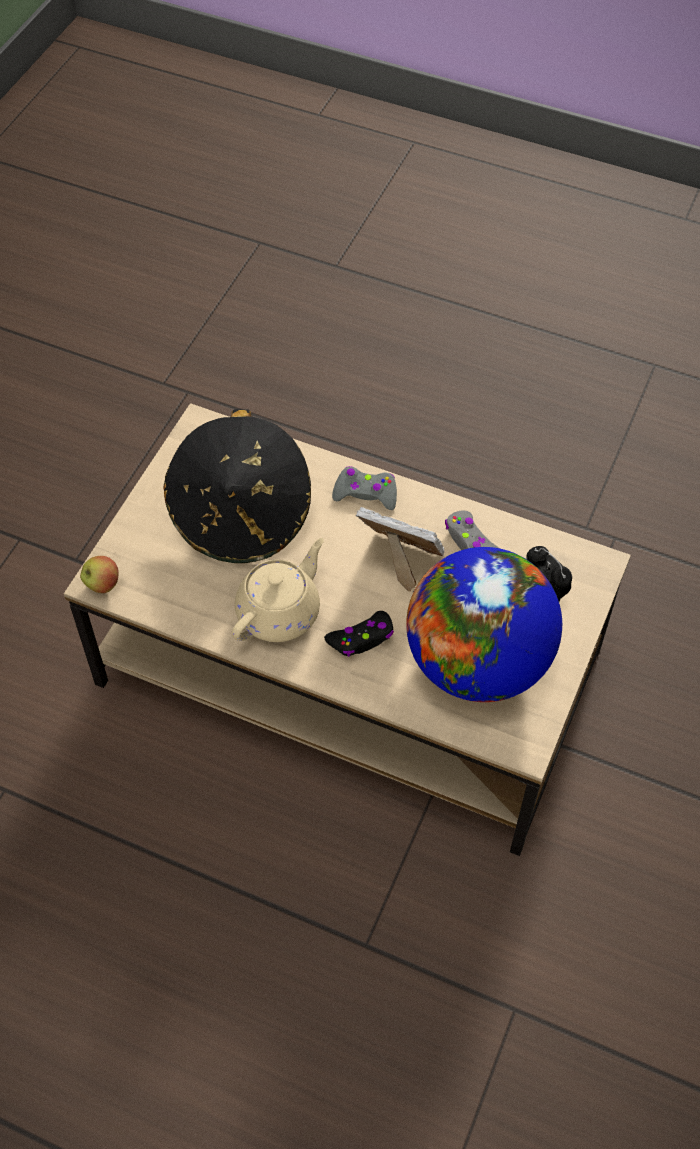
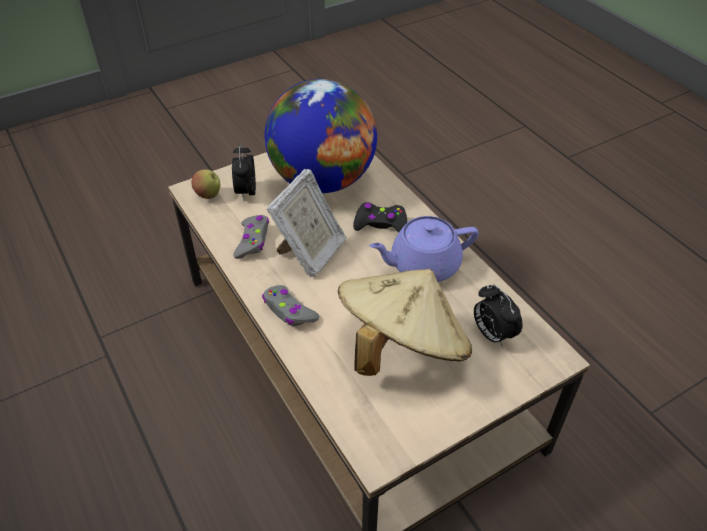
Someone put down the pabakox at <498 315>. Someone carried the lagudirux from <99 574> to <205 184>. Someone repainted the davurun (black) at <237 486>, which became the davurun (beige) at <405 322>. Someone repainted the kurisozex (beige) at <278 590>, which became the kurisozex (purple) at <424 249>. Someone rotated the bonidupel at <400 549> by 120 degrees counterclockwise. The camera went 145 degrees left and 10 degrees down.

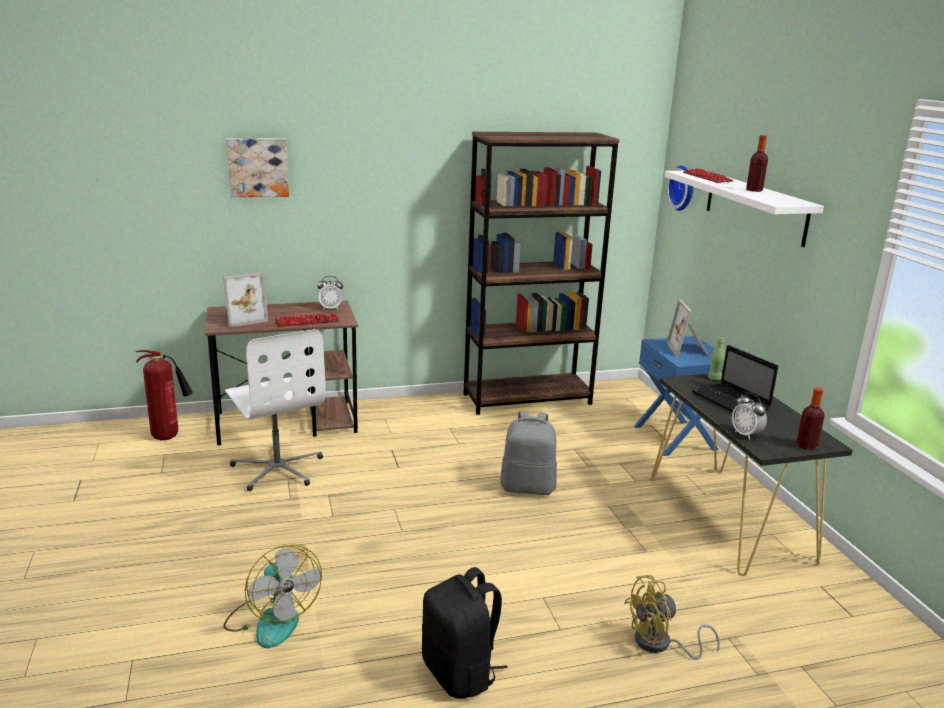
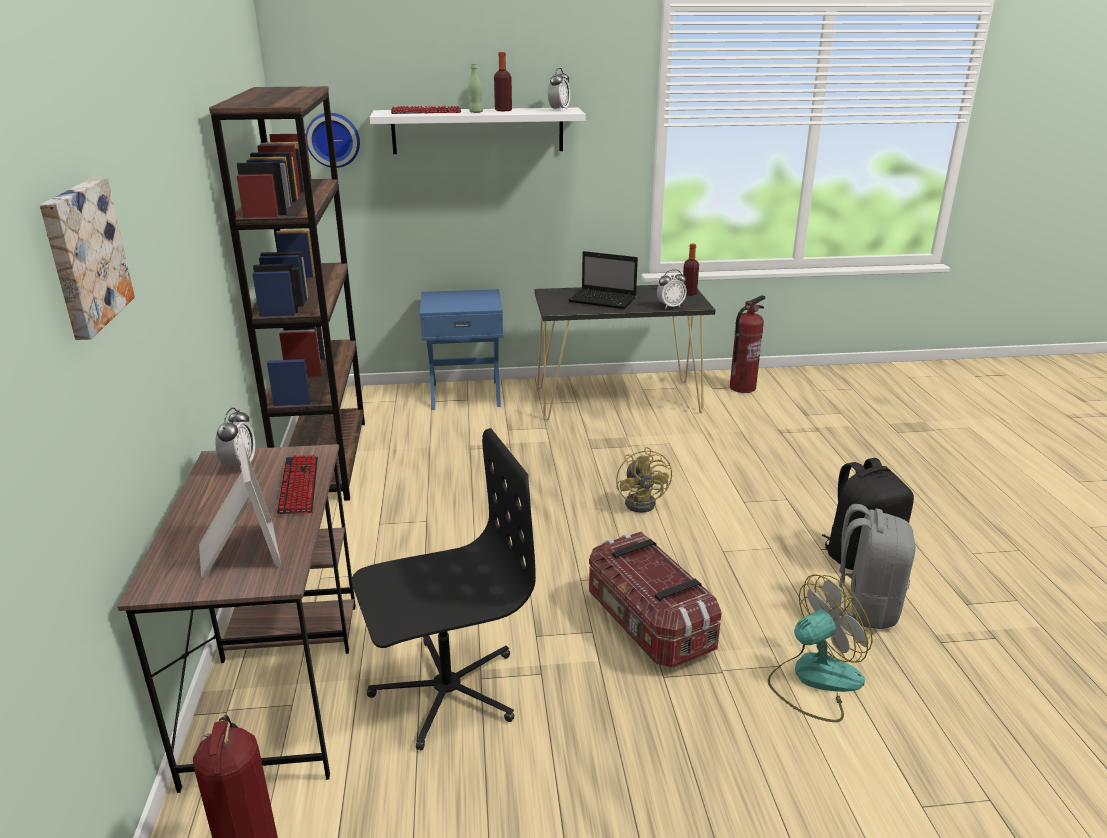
Someone took away the bonidupel at <687 327>. Someone put down the pabakox at <559 89>. Someone put down the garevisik at <655 599>. Someone put down the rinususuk at <747 344>. Someone carried the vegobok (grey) from <529 453> to <867 566>. Someone carried the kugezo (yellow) from <672 617> to <644 480>. Someone carried the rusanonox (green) from <716 358> to <475 88>. Someone repainted the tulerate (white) at <275 410>, which became the tulerate (black) at <444 589>. Someone rotated the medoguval at <735 378> by 45 degrees clockwise. The camera went 80 degrees left and 5 degrees up.

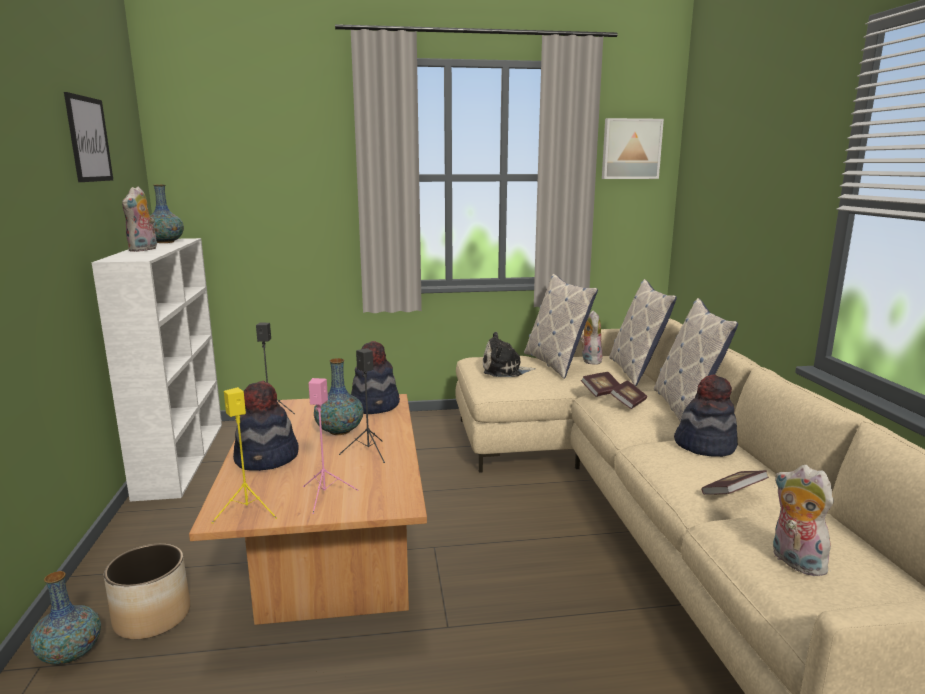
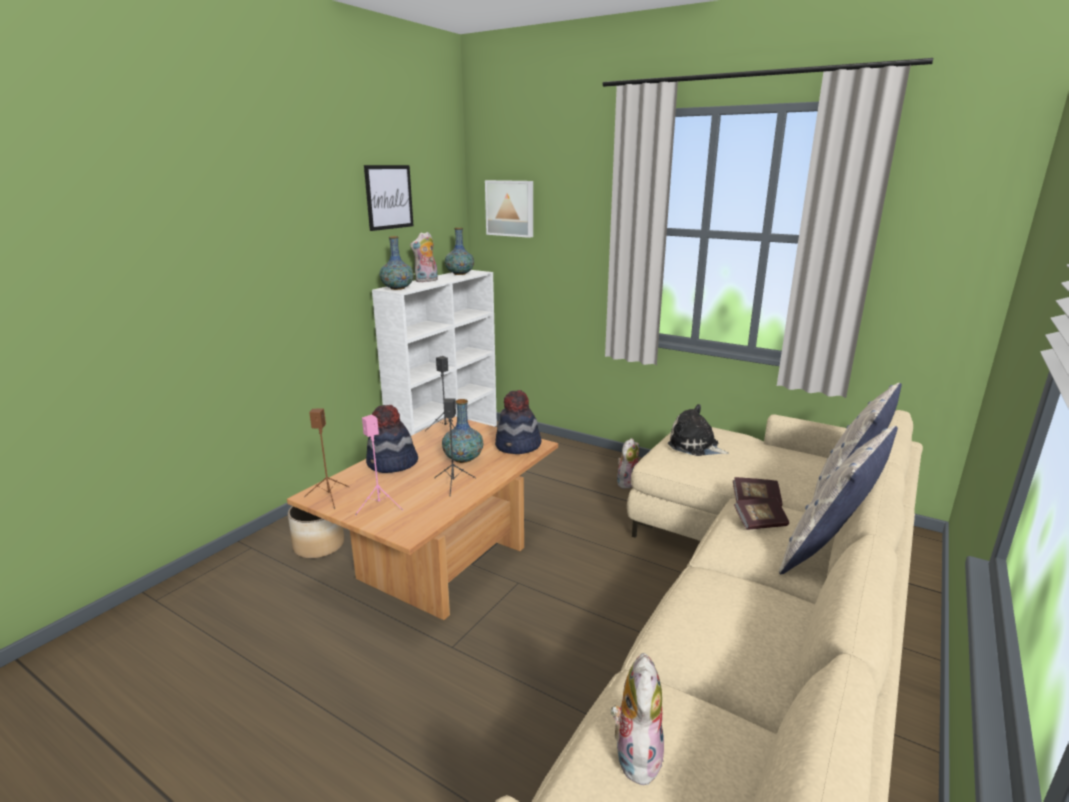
Someone took away the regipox at <561 326>. Someone took away the davurun at <706 416>. Someone took away the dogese at <735 482>. Someone carried the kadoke from <65 617> to <397 263>. Someone carried the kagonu from <591 338> to <628 463>. Someone carried the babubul from <633 148> to <509 209>. Someone repainted the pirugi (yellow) at <244 455>, which became the pirugi (brown) at <326 458>. The camera went 40 degrees right and 5 degrees up.

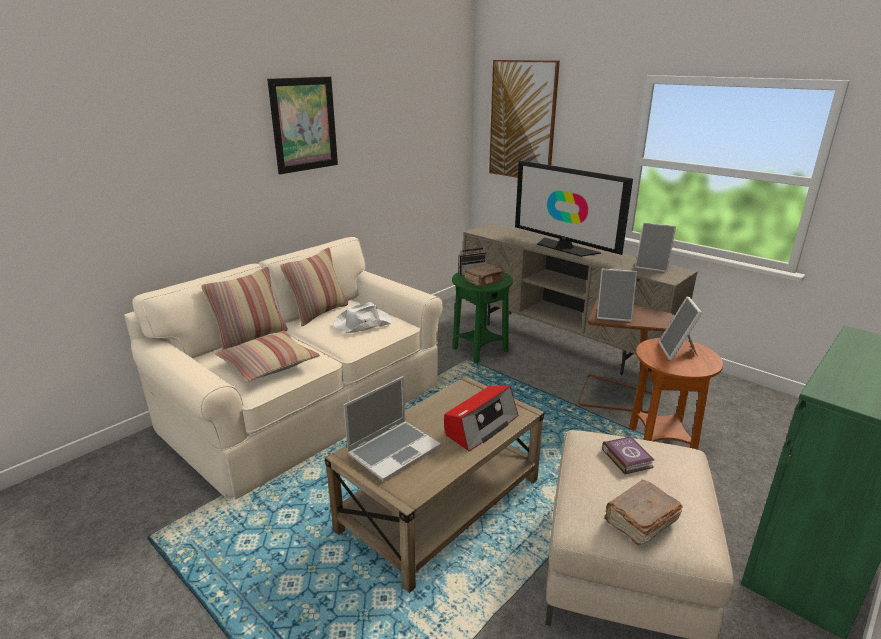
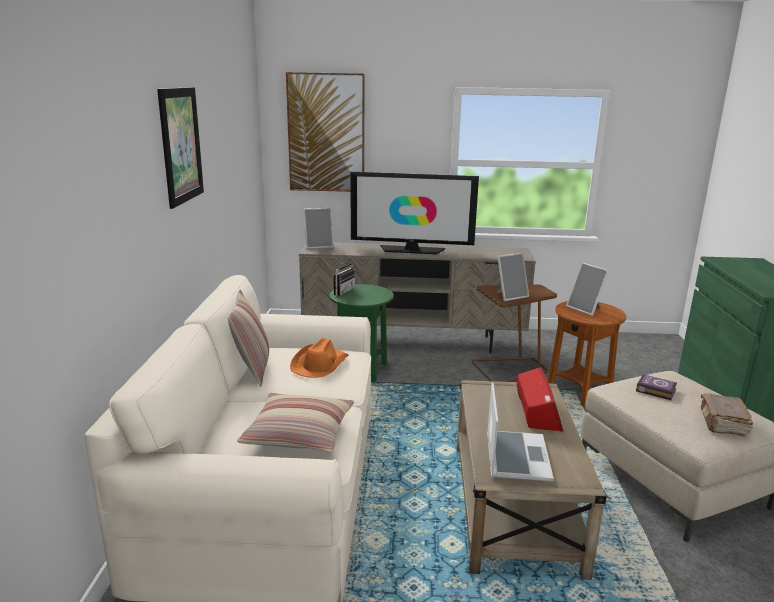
Someone took away the regipox at <244 308>. Someone took away the dogese (brown) at <483 274>. Someone carried the bonidupel from <655 247> to <318 228>. Someone repainted the davurun (white) at <363 317>, which became the davurun (orange) at <319 358>. The camera went 40 degrees left and 5 degrees down.

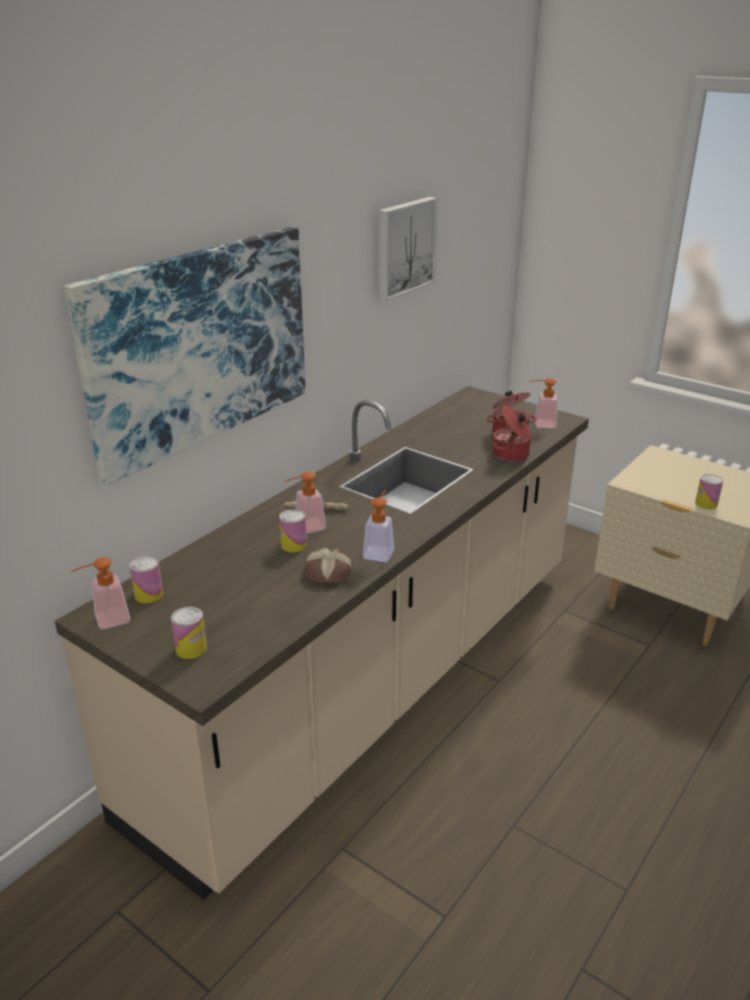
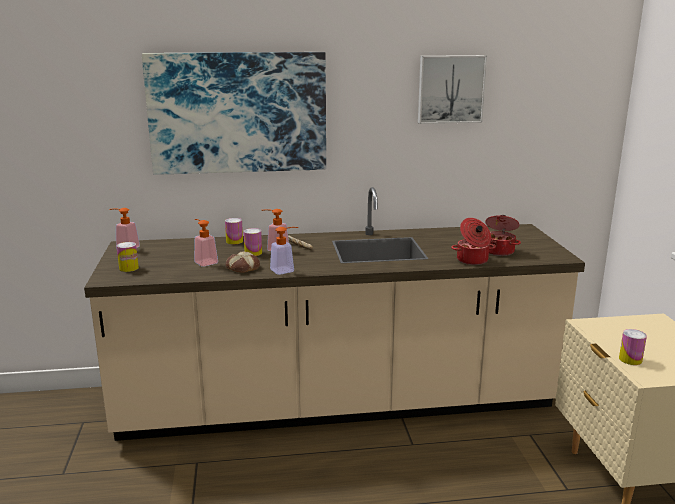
Someone carried the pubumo from <146 579> to <234 231>. Someone carried the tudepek from <544 403> to <206 243>. The camera went 45 degrees right and 10 degrees down.

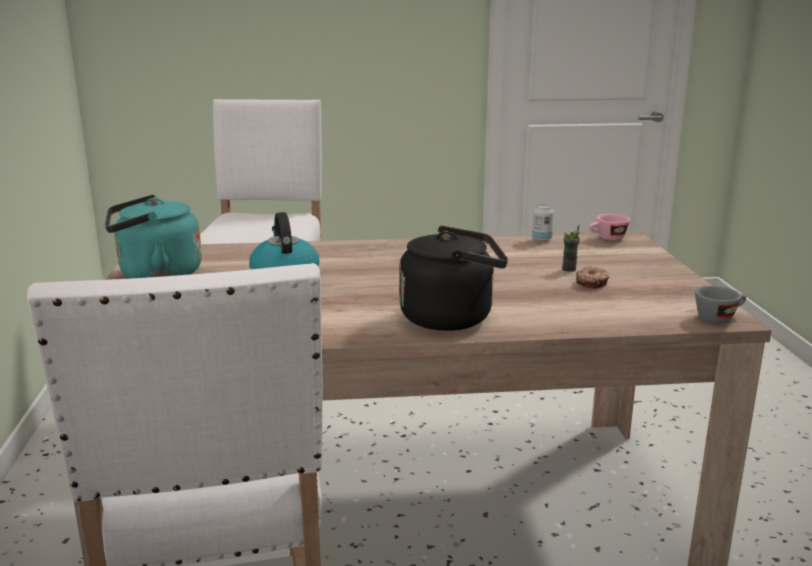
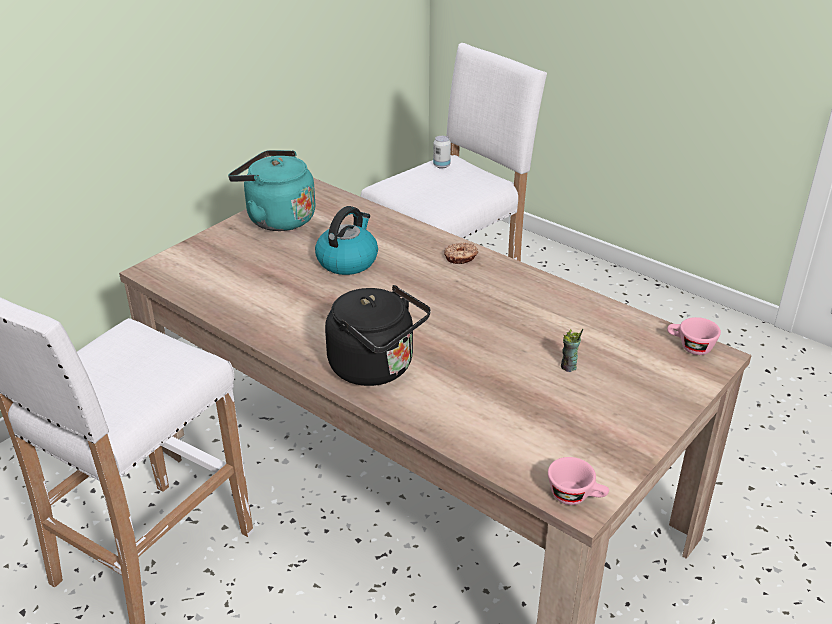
Someone carried the pubumo from <543 223> to <442 152>. Someone carried the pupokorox from <592 277> to <461 253>. Someone repainted the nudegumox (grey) at <720 304>, which became the nudegumox (pink) at <578 481>. The camera went 45 degrees right and 15 degrees up.

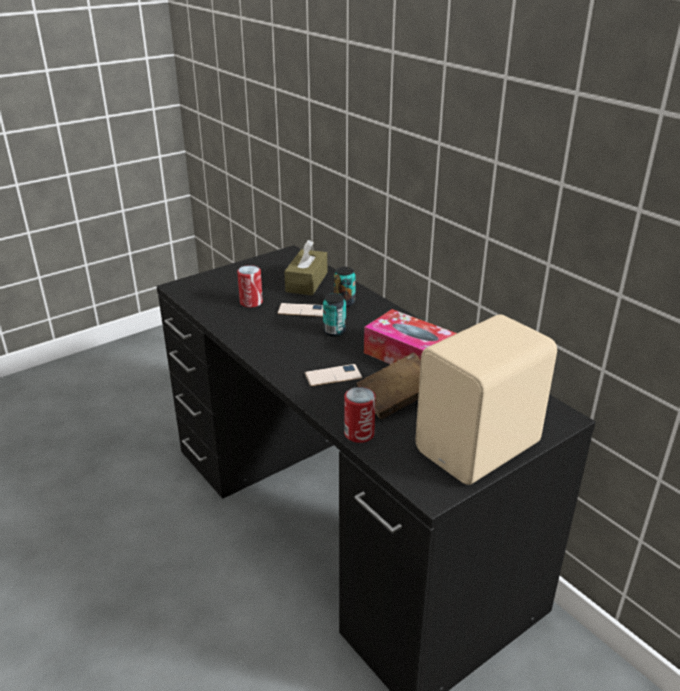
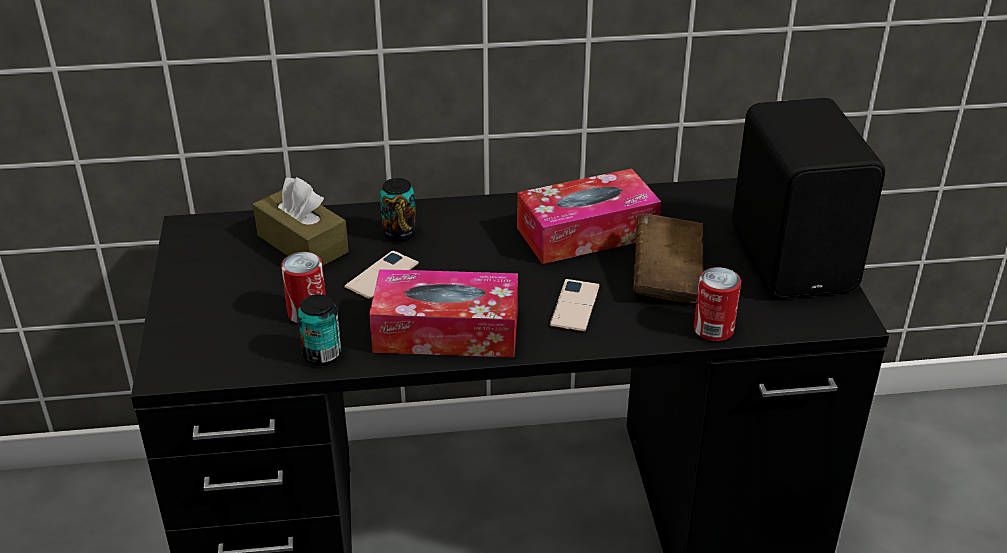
Someone put down the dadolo at <443 313>. Someone carried the pubumo from <334 315> to <319 330>. Someone repainted the pirugi (beige) at <486 399>, which became the pirugi (black) at <808 198>. The camera went 60 degrees left and 5 degrees up.

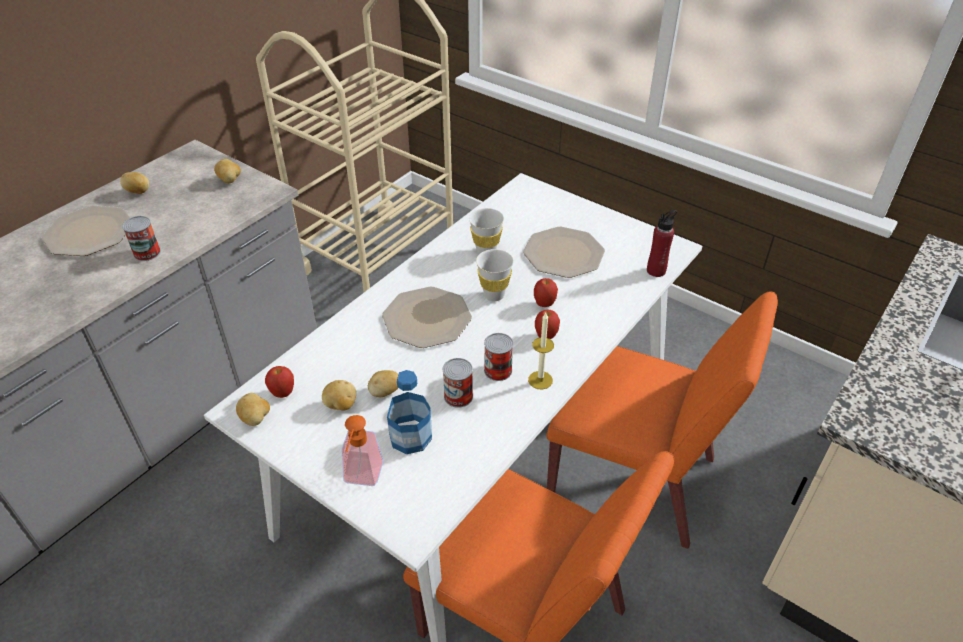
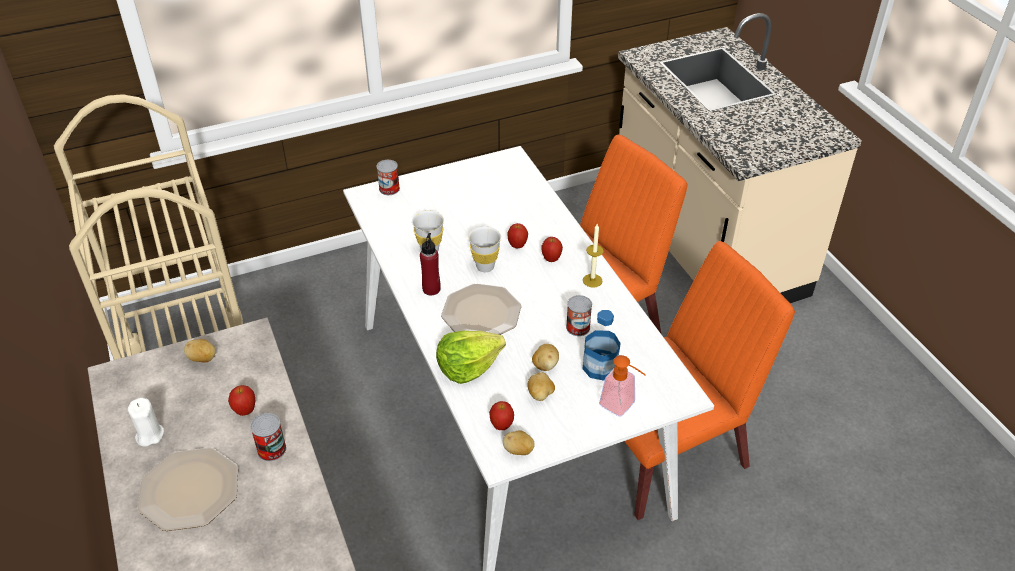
Someone took away the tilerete at <564 252>. Someone put down the lagudirux at <242 400>. Someone put down the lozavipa at <471 357>. Someone carried the pubumo from <498 357> to <388 177>. Someone carried the rusanonox (red) from <662 243> to <430 264>. Someone swapped the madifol at <134 183> for the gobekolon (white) at <146 422>. The camera went 60 degrees left and 0 degrees up.

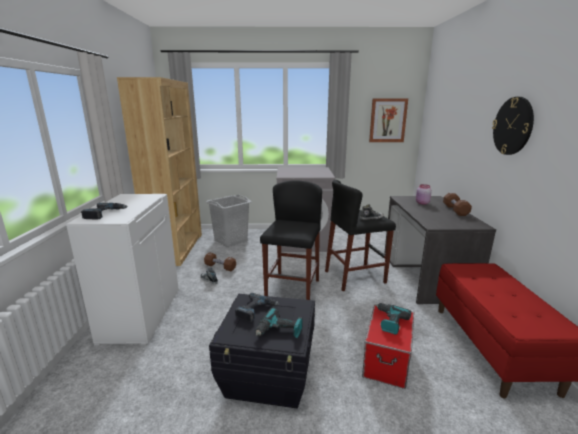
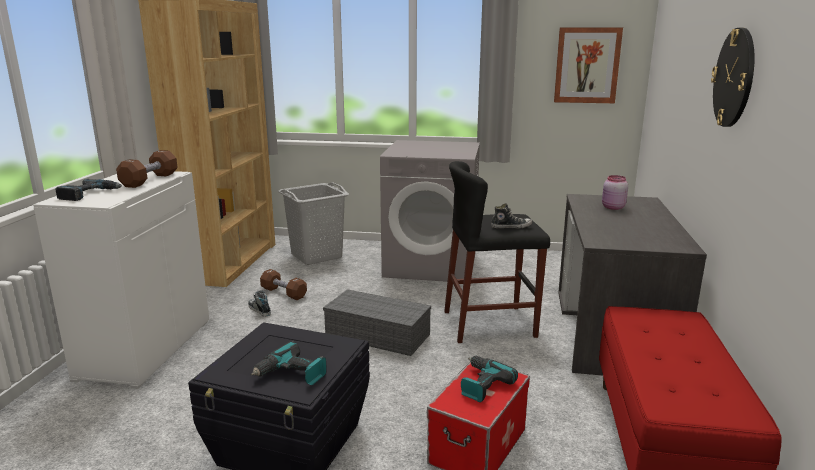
Someone took away the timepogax at <257 307>. Someone carried the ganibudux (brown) from <457 204> to <147 169>. Someone swapped the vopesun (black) at <291 240> for the garevisik (grey) at <377 322>. The camera went 10 degrees right and 0 degrees up.

